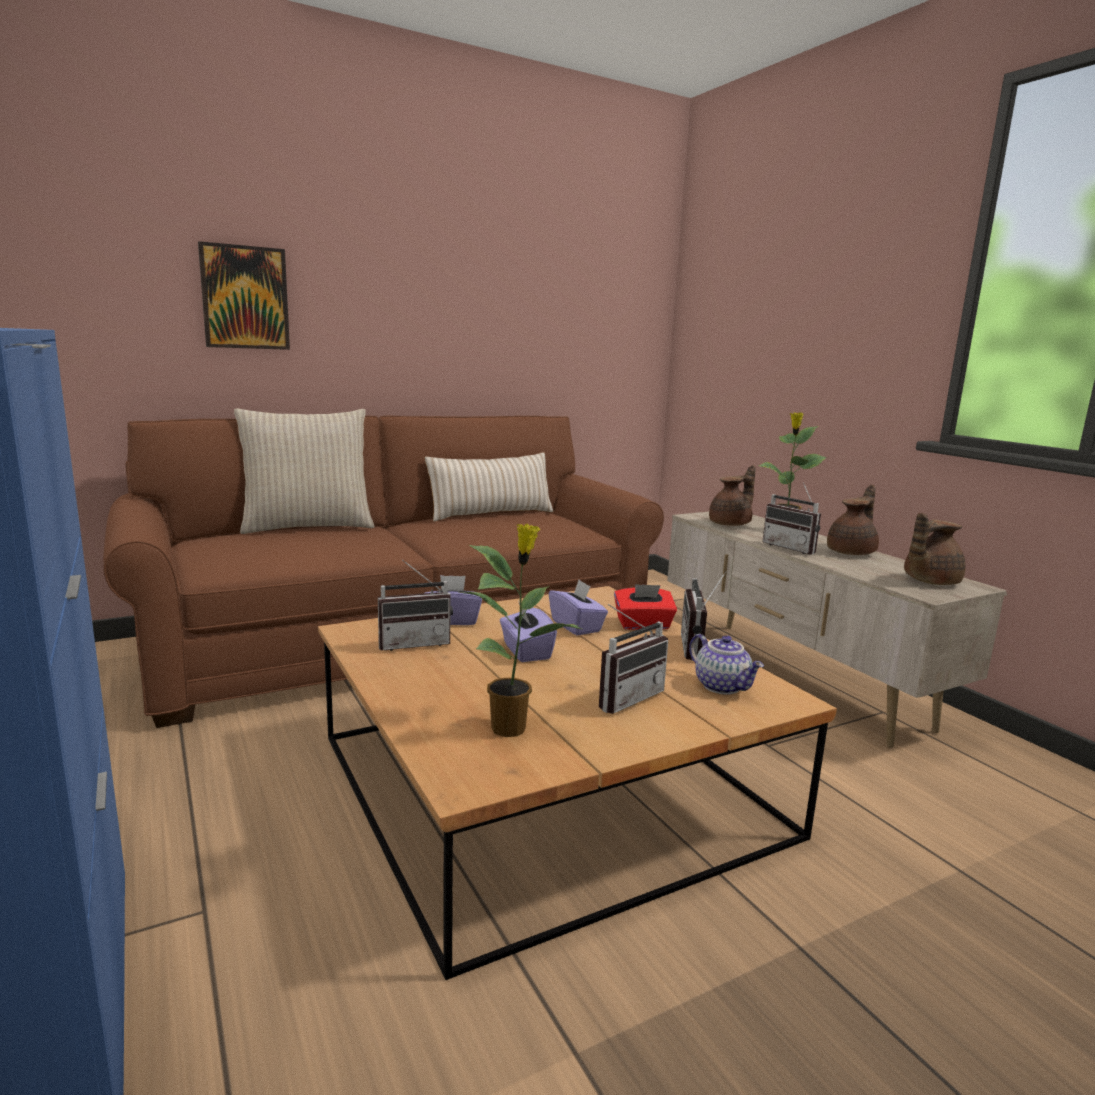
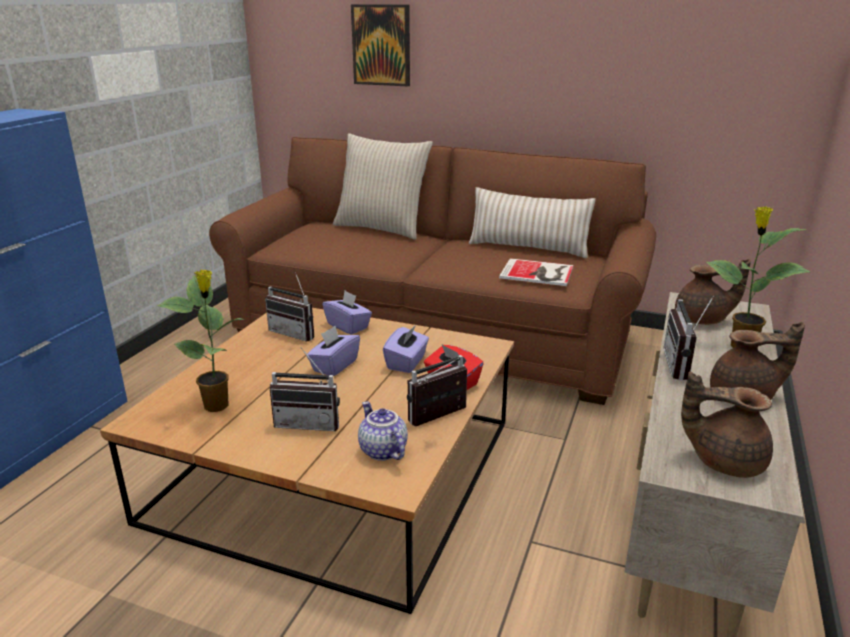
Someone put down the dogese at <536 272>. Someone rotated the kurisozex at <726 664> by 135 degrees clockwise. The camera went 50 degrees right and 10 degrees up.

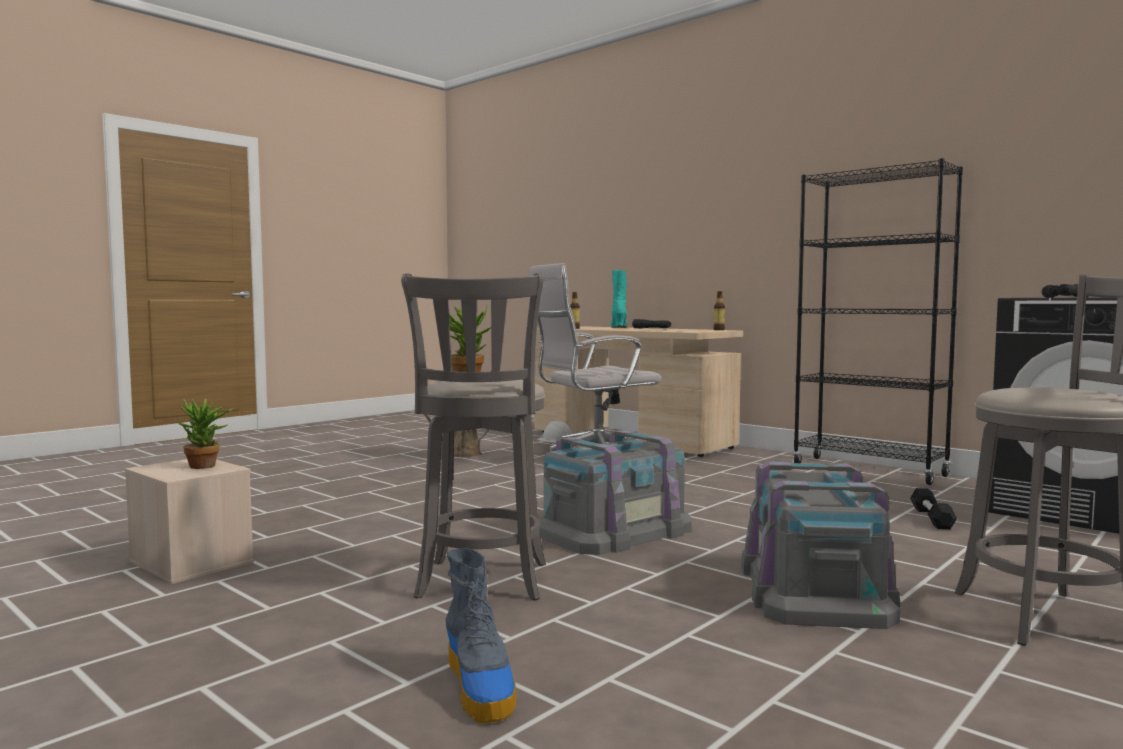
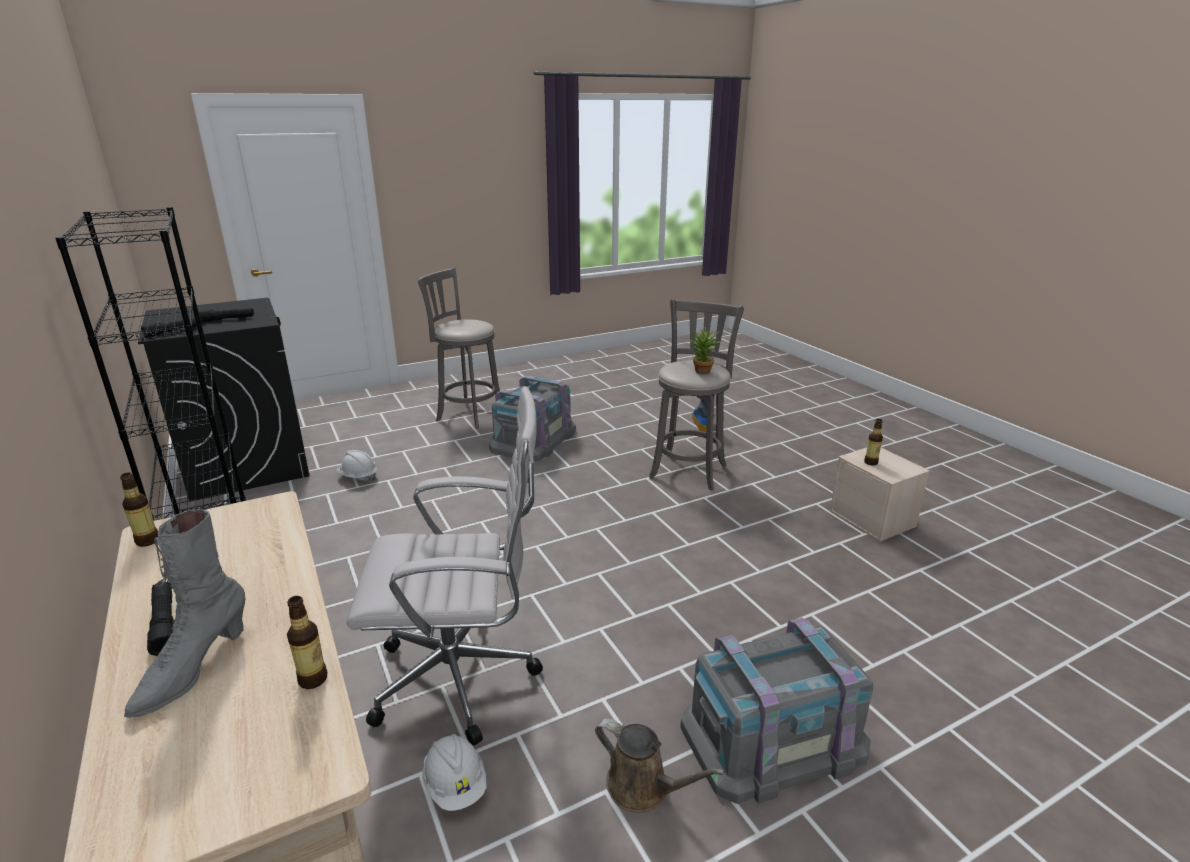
Someone carried the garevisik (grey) from <615 492> to <776 710>. Someone swapped the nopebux at <205 434> for the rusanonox at <873 442>. Someone swapped the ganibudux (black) at <933 508> for the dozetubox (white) at <357 465>. Someone repainted the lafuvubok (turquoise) at <619 299>, which became the lafuvubok (grey) at <185 614>. The camera went 160 degrees left and 20 degrees up.

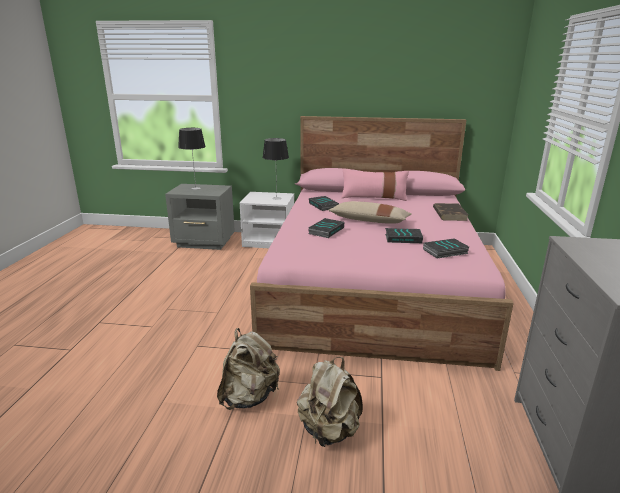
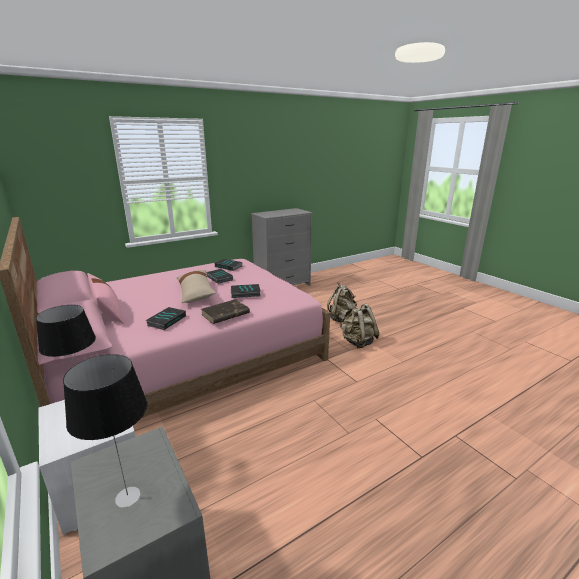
Someone carried the dogese (brown) from <450 212> to <225 311>. The camera went 130 degrees left and 0 degrees up.

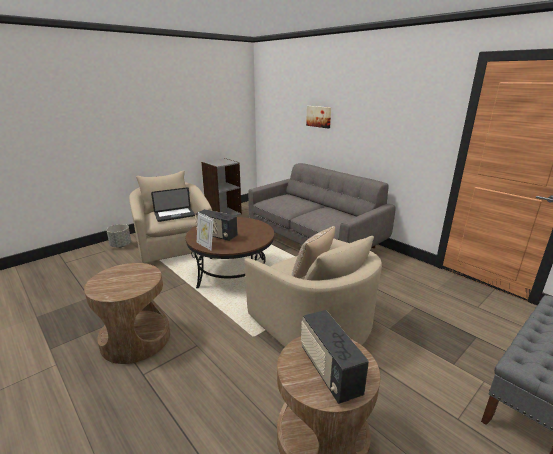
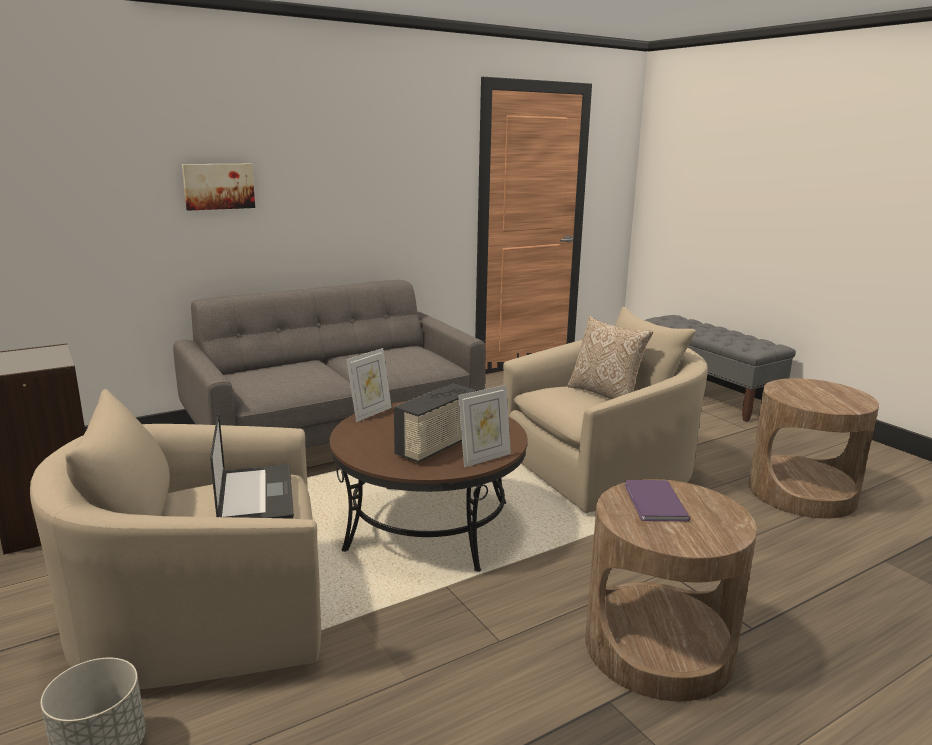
Someone took away the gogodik at <335 357>. Someone put down the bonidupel at <369 385>. Someone put down the dogese (purple) at <657 500>. The camera went 80 degrees left and 5 degrees down.

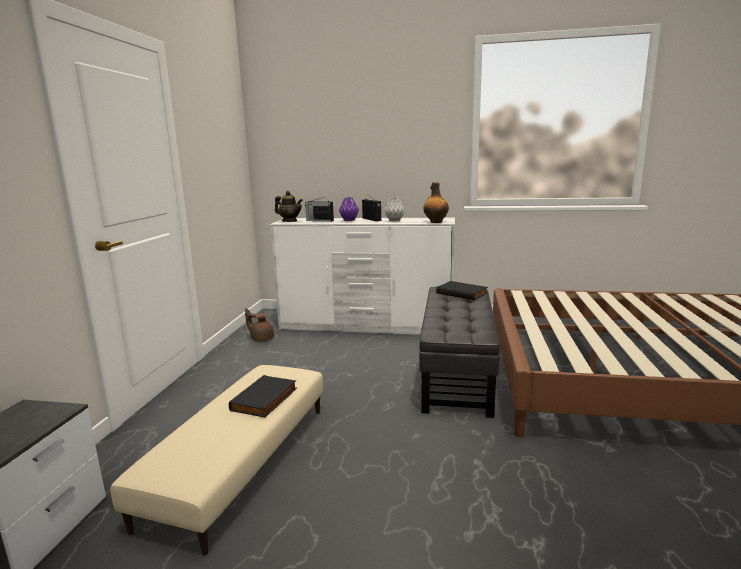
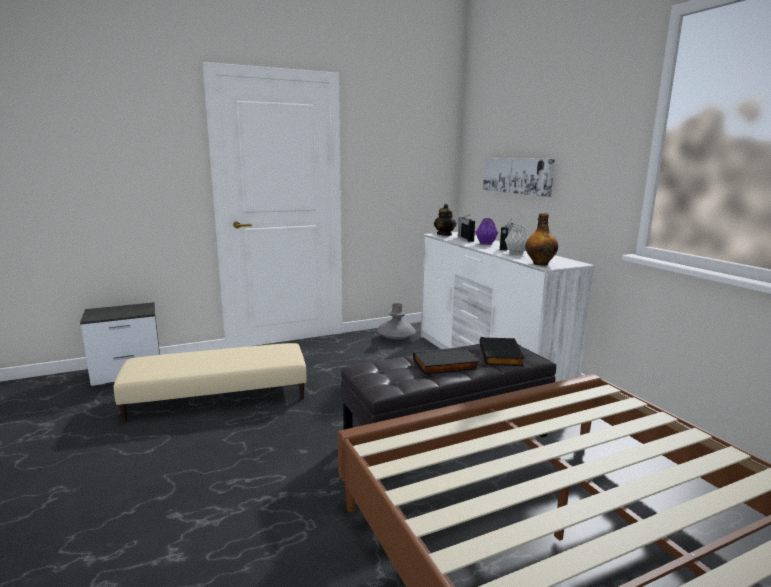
Someone put up the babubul at <519 177>. Someone carried the dogese (black) from <263 396> to <446 360>. Someone swapped the kurisozex (brown) at <259 325> for the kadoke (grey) at <396 321>. The camera went 55 degrees right and 0 degrees up.

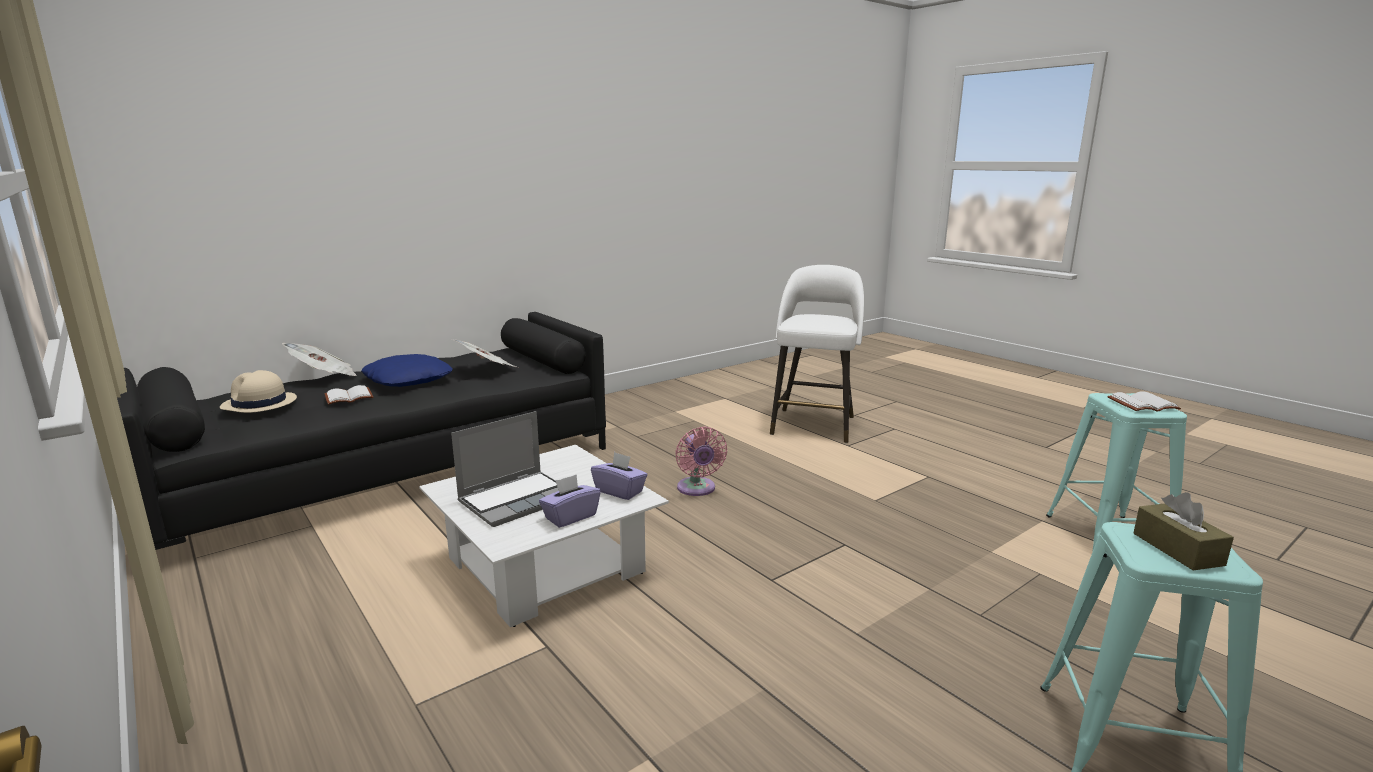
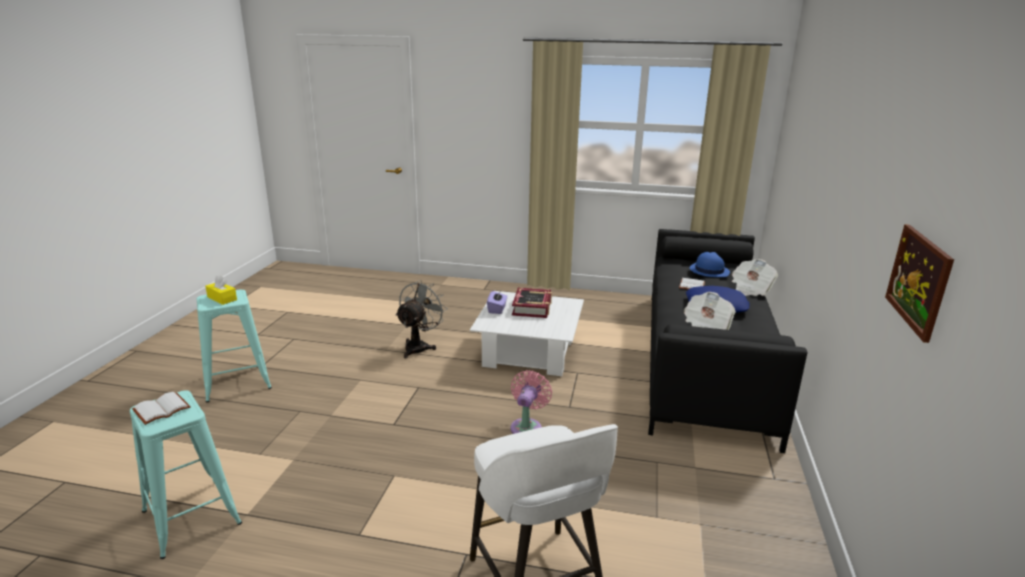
Someone took away the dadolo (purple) at <619 476>. Someone put down the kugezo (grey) at <422 319>. Someone put up the babubul at <919 283>. Someone swapped the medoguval at <505 469> for the dogese at <532 303>. Someone repainted the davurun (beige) at <258 391>, which became the davurun (blue) at <710 264>. Someone repainted the dadolo (brown) at <1183 531>, which became the dadolo (yellow) at <221 290>. Someone rotated the kugezo (pink) at <701 461> by 75 degrees clockwise. The camera went 140 degrees right and 5 degrees up.

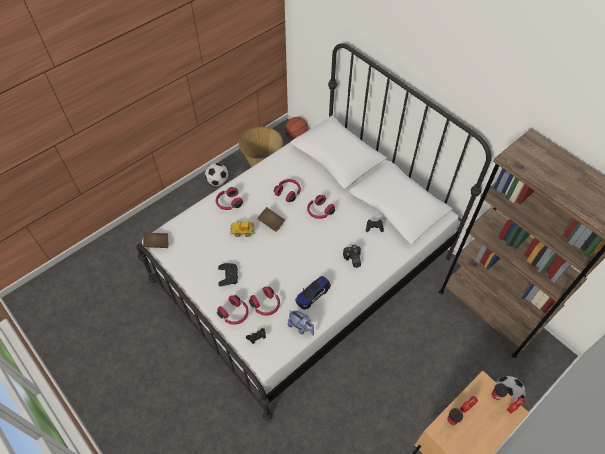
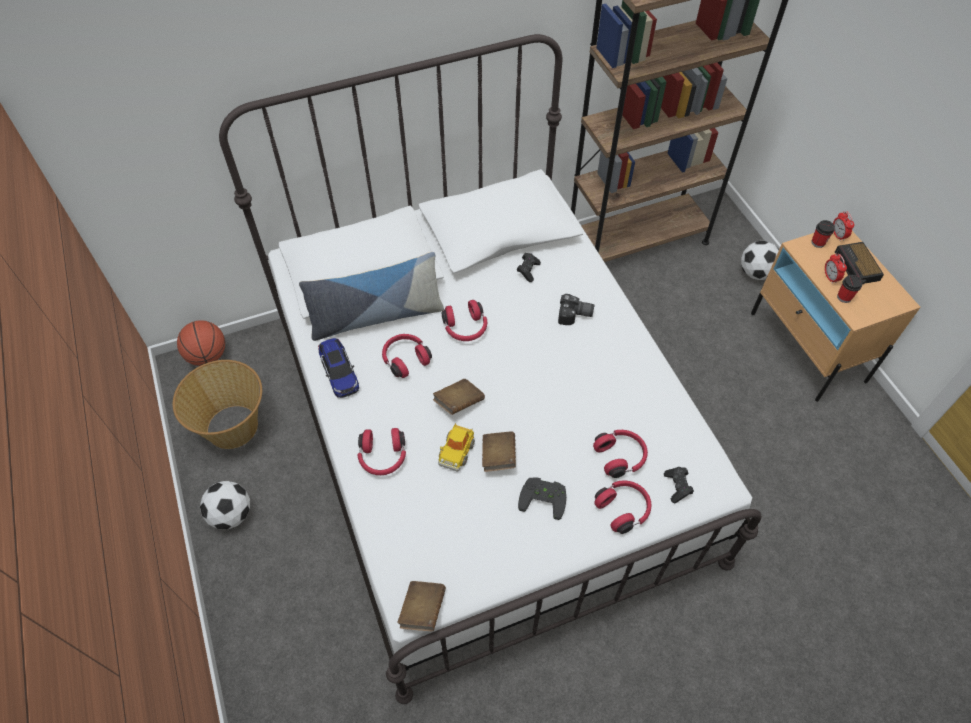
Someone took away the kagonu at <301 322>. Someone put down the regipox at <371 296>. Someone put down the dogese (brown) at <499 451>. Someone put down the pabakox at <859 263>. Someone carried the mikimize from <313 292> to <338 368>. The camera went 70 degrees left and 0 degrees up.

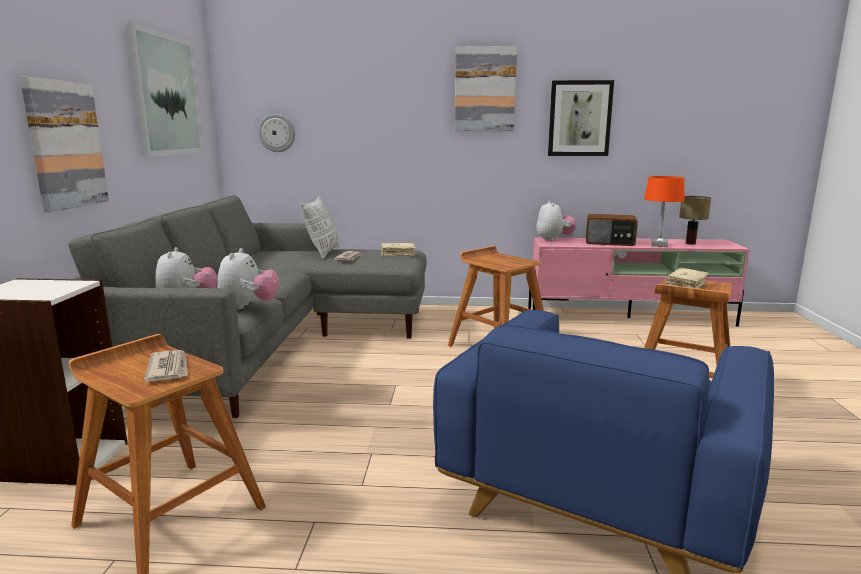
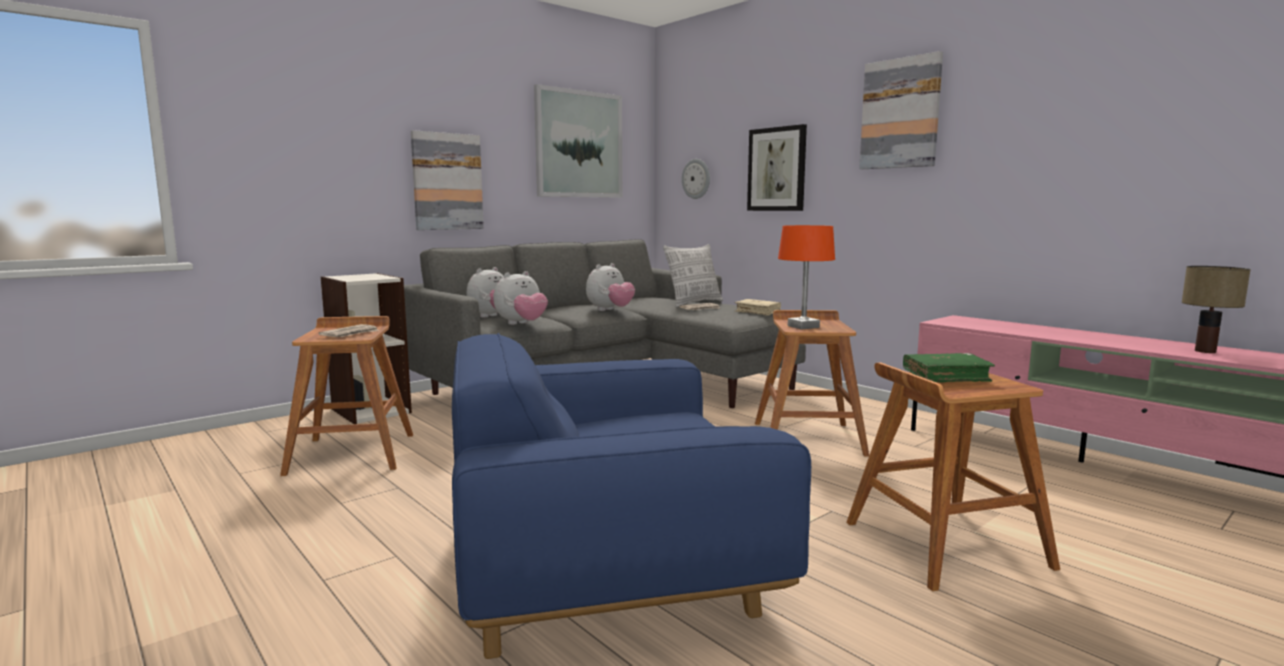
Someone took away the gogodik at <612 230>. Someone carried the kagonu from <556 221> to <610 287>. Someone carried the babubul from <581 118> to <777 167>. Someone carried the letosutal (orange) from <664 211> to <806 277>. Someone repainted the dogese (beige) at <687 278>, which became the dogese (green) at <949 367>. The camera went 45 degrees right and 5 degrees down.

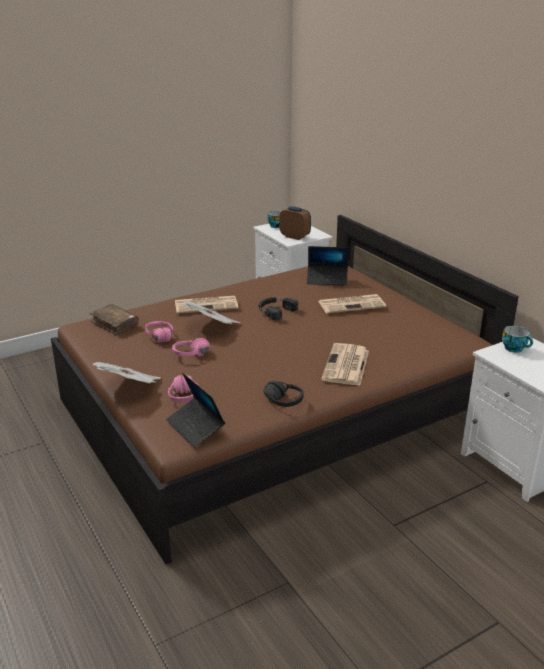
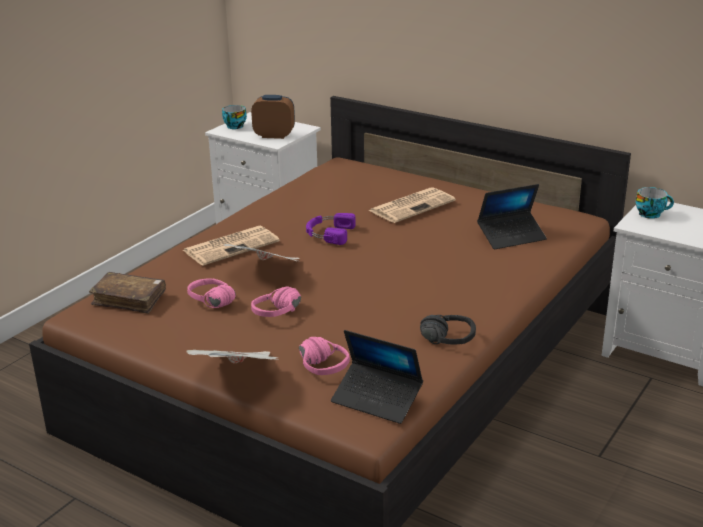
Someone took away the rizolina at <345 364>. Someone carried the medoguval from <328 266> to <512 217>. Someone repainted the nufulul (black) at <278 308>, which became the nufulul (purple) at <331 229>. The camera went 25 degrees left and 0 degrees up.

